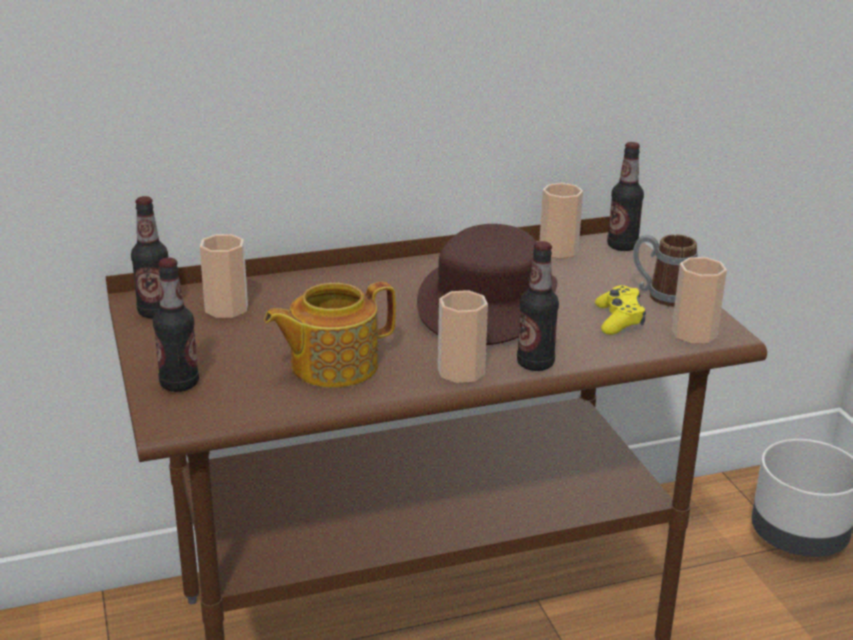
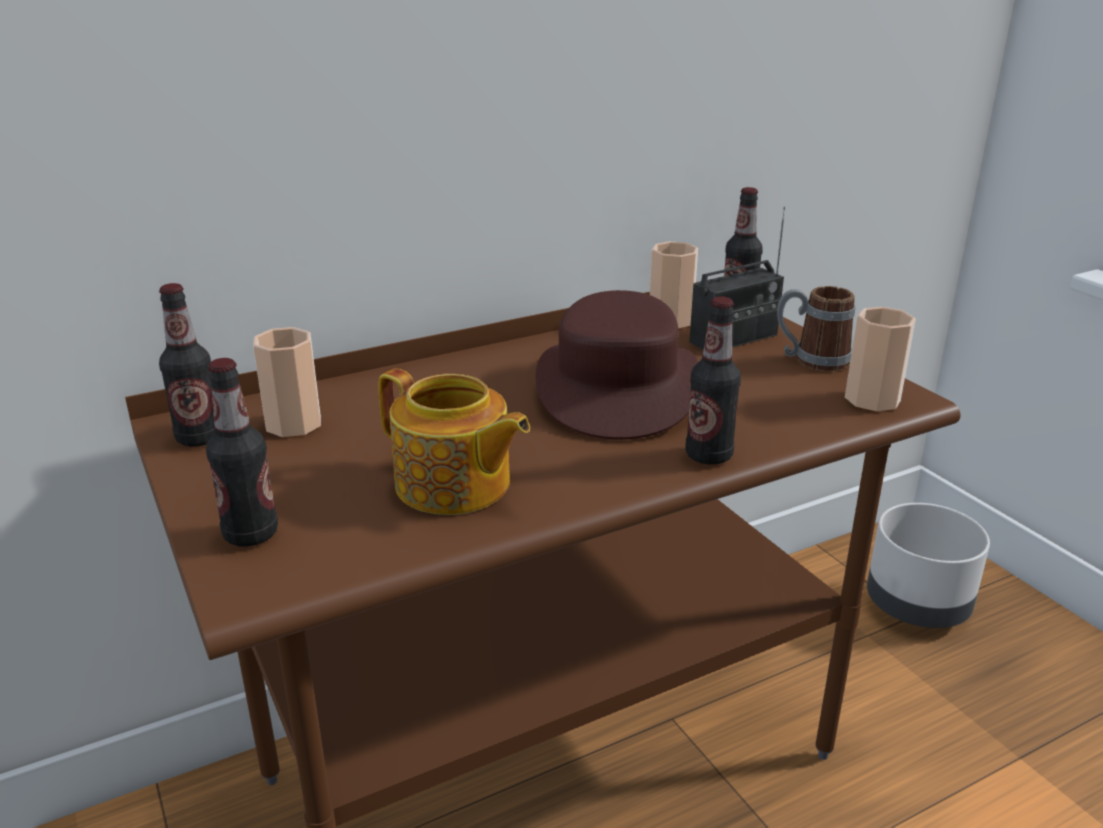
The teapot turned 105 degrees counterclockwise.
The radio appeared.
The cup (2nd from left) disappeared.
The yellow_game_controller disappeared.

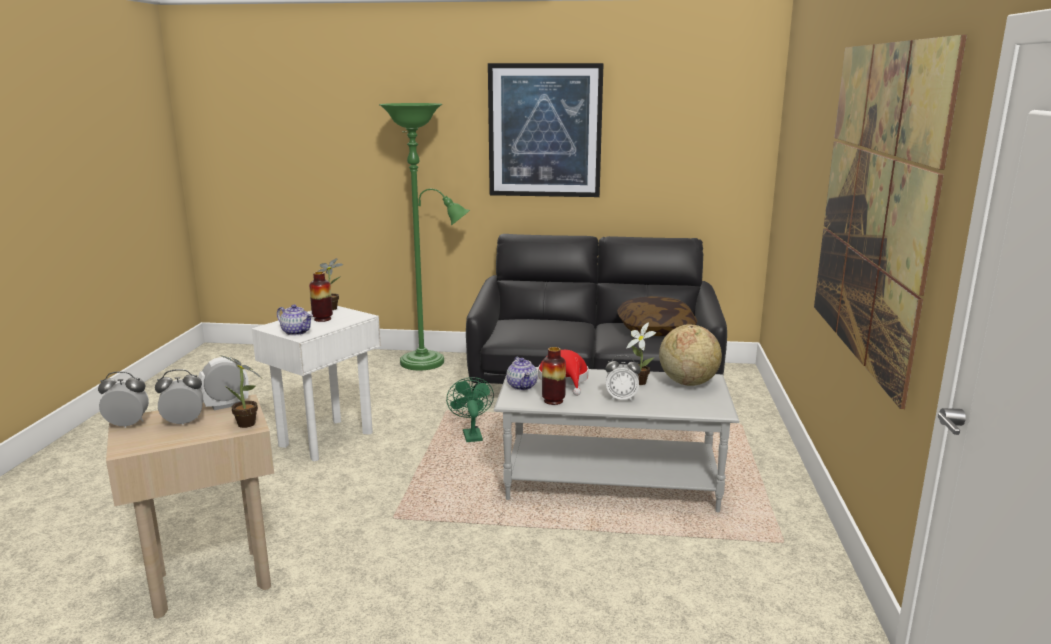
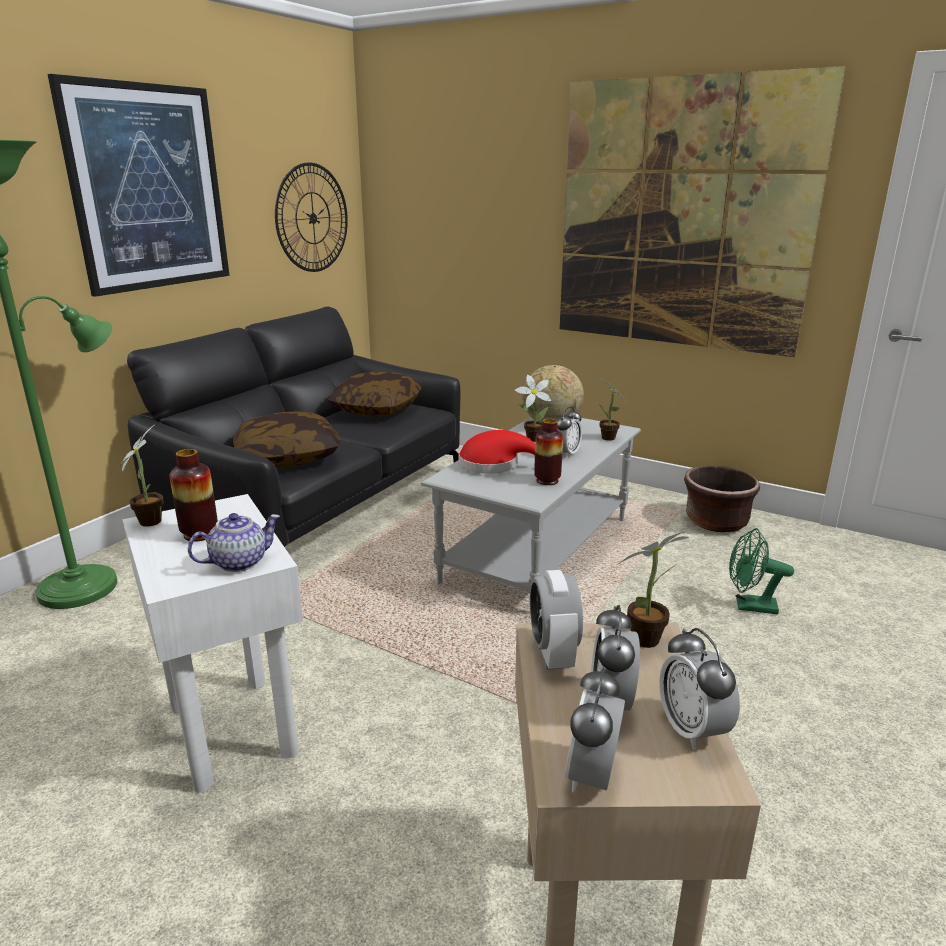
The pillow (1st from left) appeared.
The wall_clock appeared.
The potted_plant (3rd from left) appeared.
The alarm_clock (5th from left) appeared.
The brown_planter appeared.
The green_fan moved.
The teapot (2nd from left) disappeared.

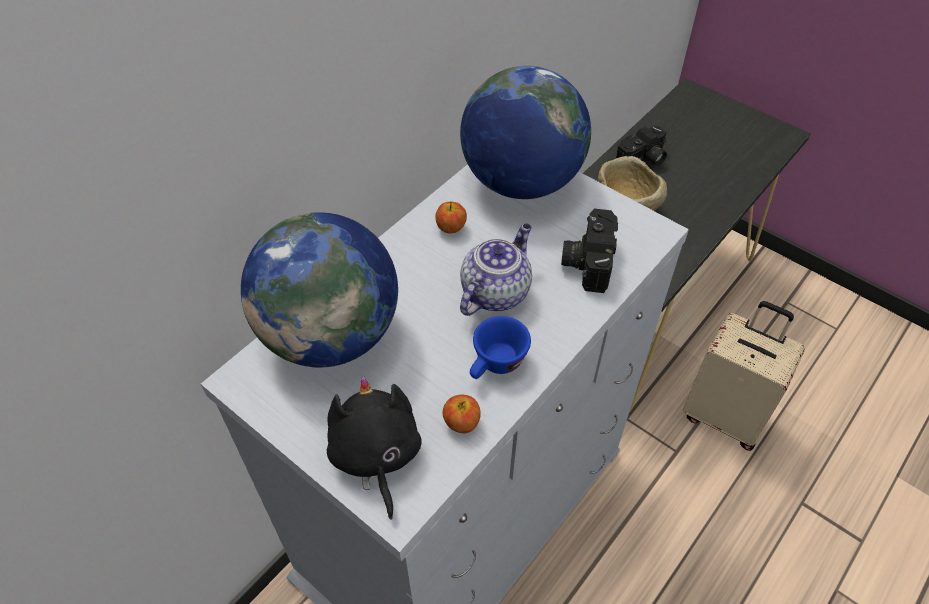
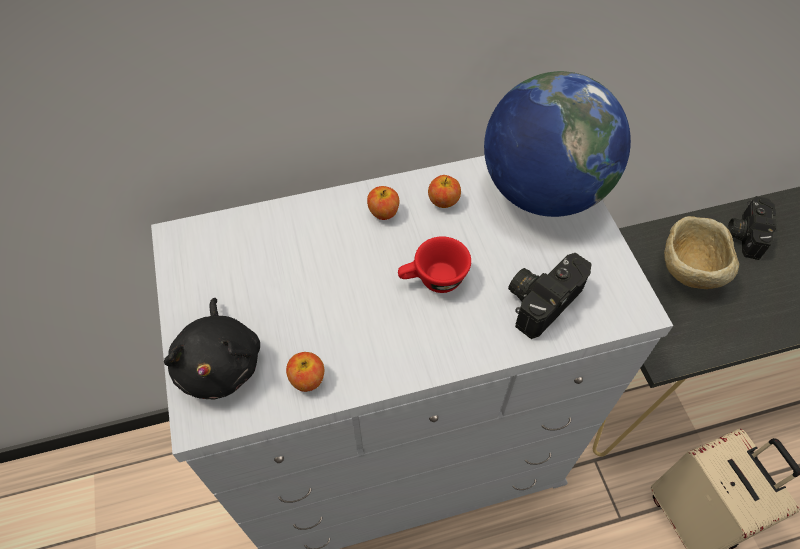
The black_plush_toy turned 150 degrees clockwise.
The apple (2nd from left) appeared.
The teapot was replaced by the red_cup.
The photo_camera (2nd from left) turned 105 degrees clockwise.
The globe (1st from left) disappeared.
The blue_cup disappeared.

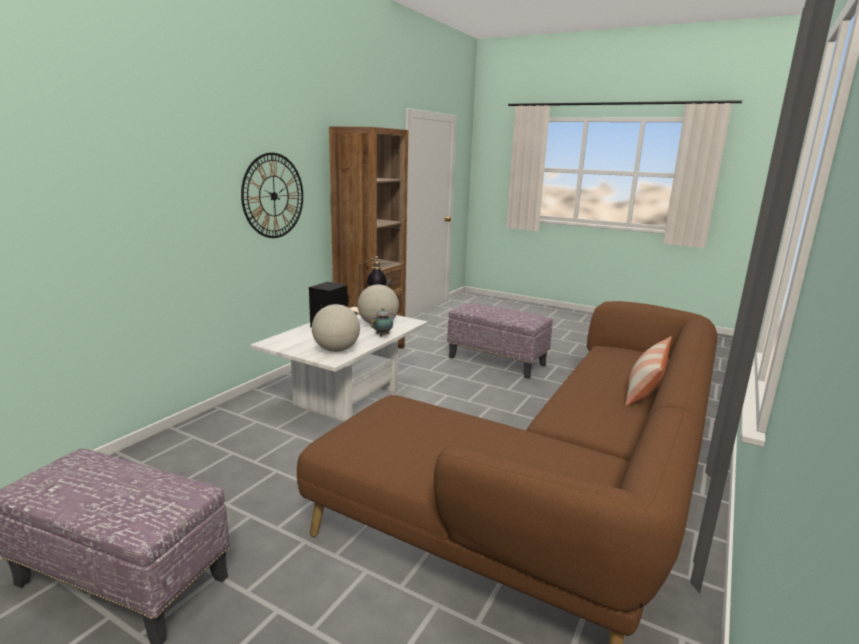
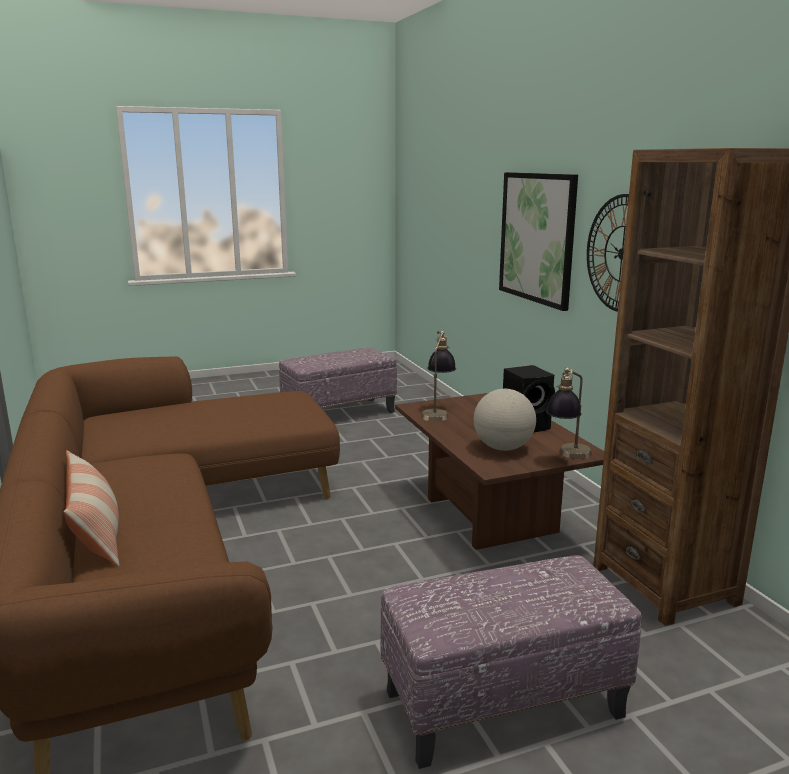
The white_coffee_table became the brown_coffee_table.
The globe (1st from left) was replaced by the table_lamp (1st from left).
The picture appeared.
The teapot disappeared.

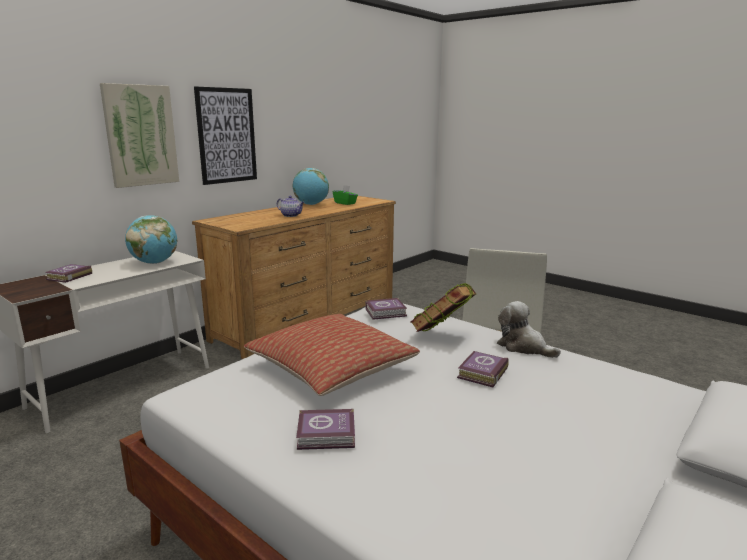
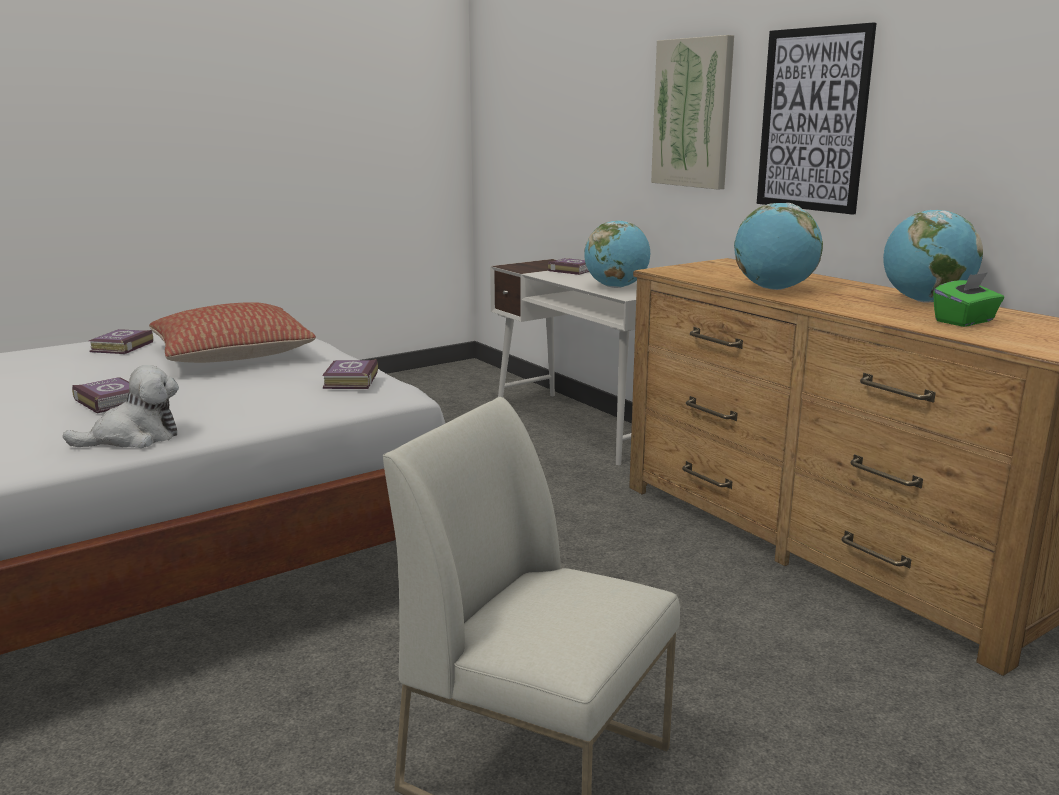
The teapot was replaced by the globe (2nd from left).
The book (4th from left) disappeared.

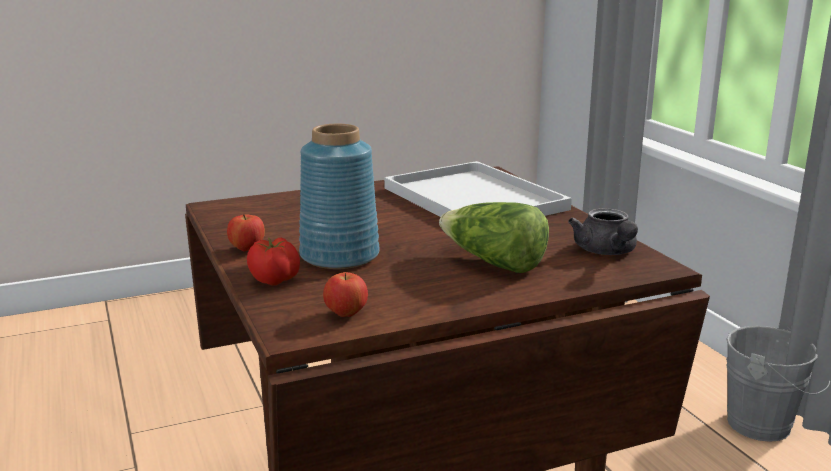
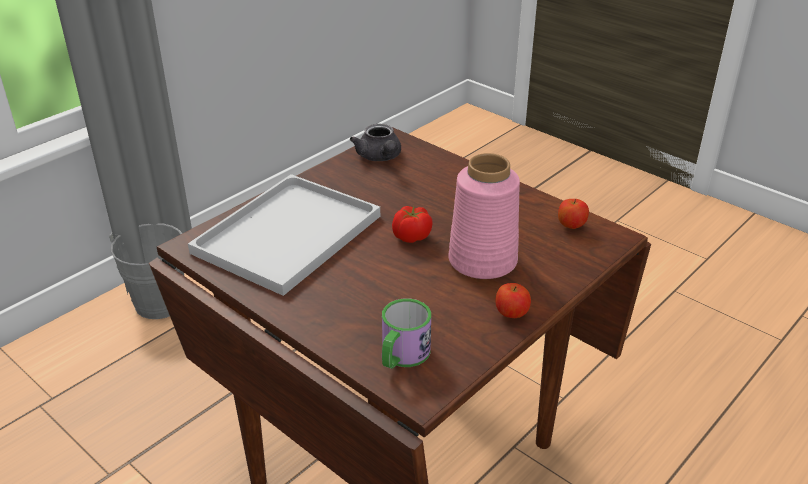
The grey_teapot turned 105 degrees clockwise.
The mug appeared.
The tomato moved.
The blue_vase became the pink_vase.
The lettuce disappeared.

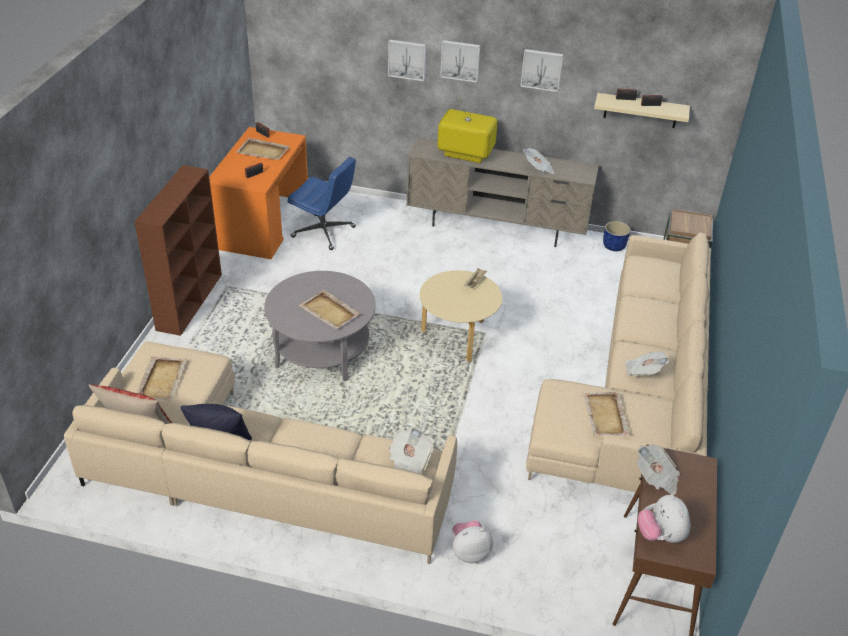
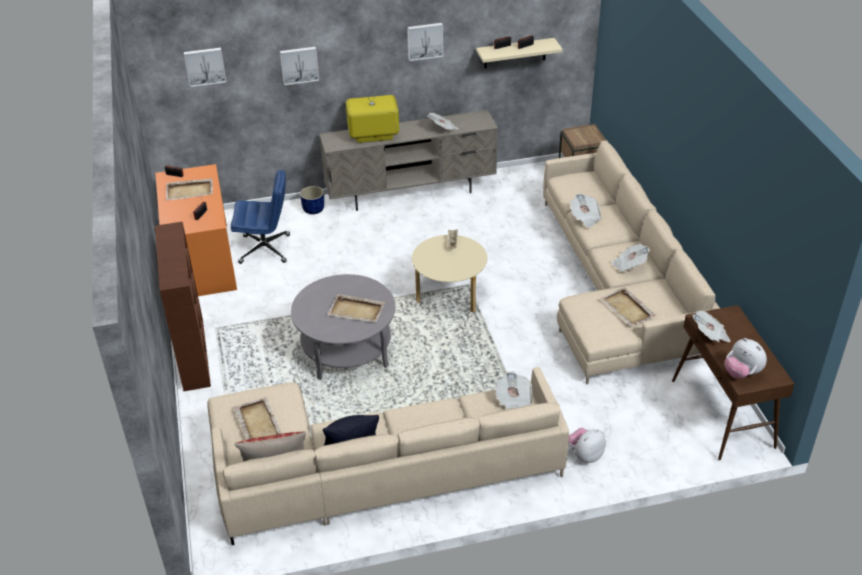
The picture (2nd from left in the first image) moved.
The blue_planter moved.
The newspaper (3rd from left) appeared.

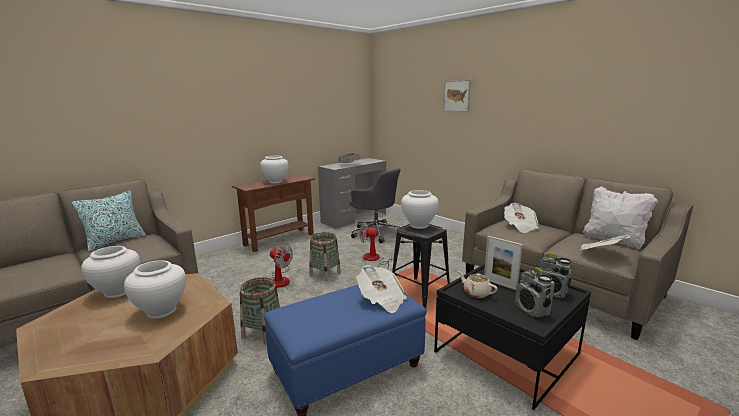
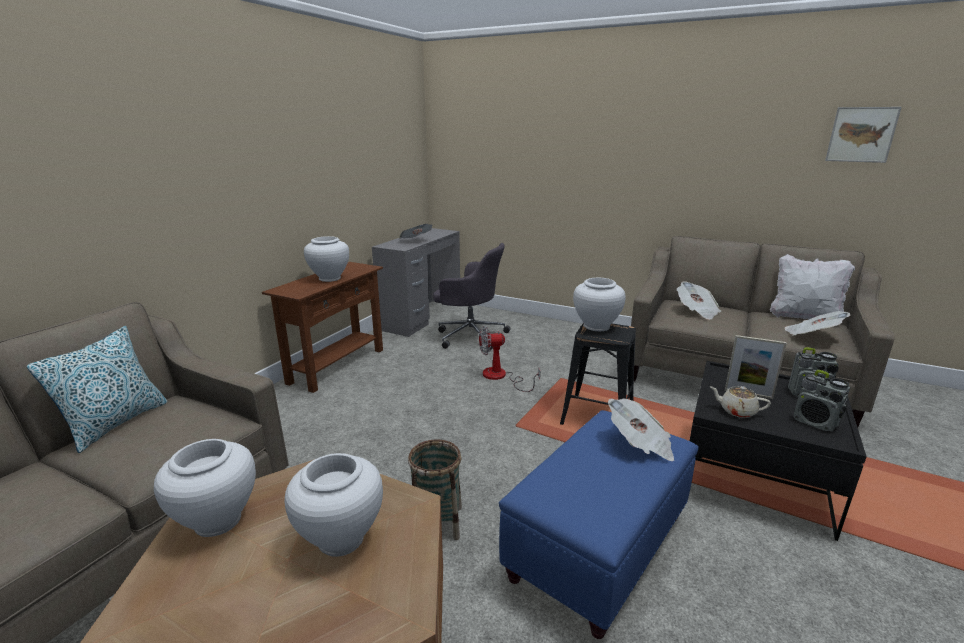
The picture moved.
The fan (1st from left) disappeared.
The basket (2nd from left) disappeared.

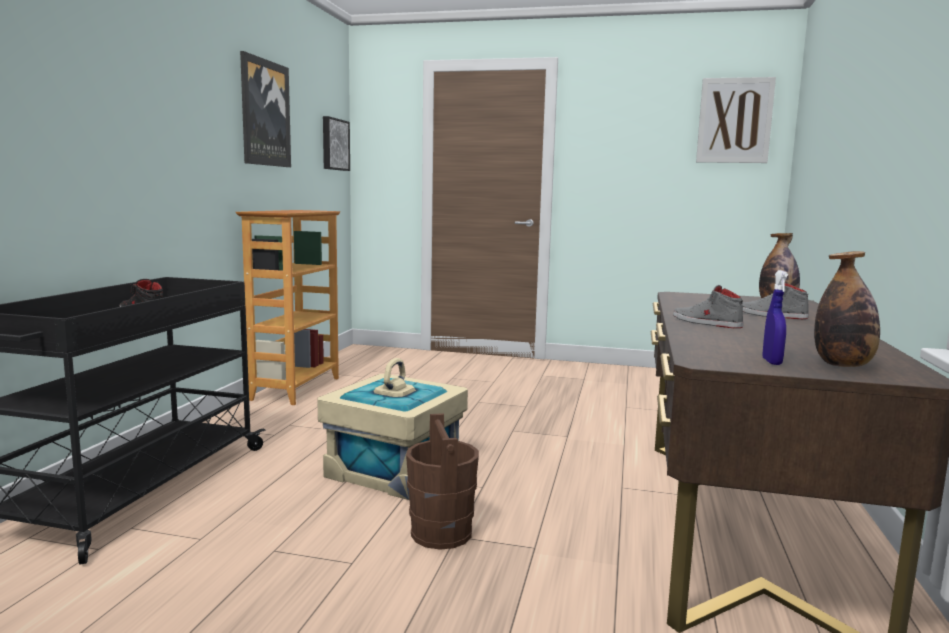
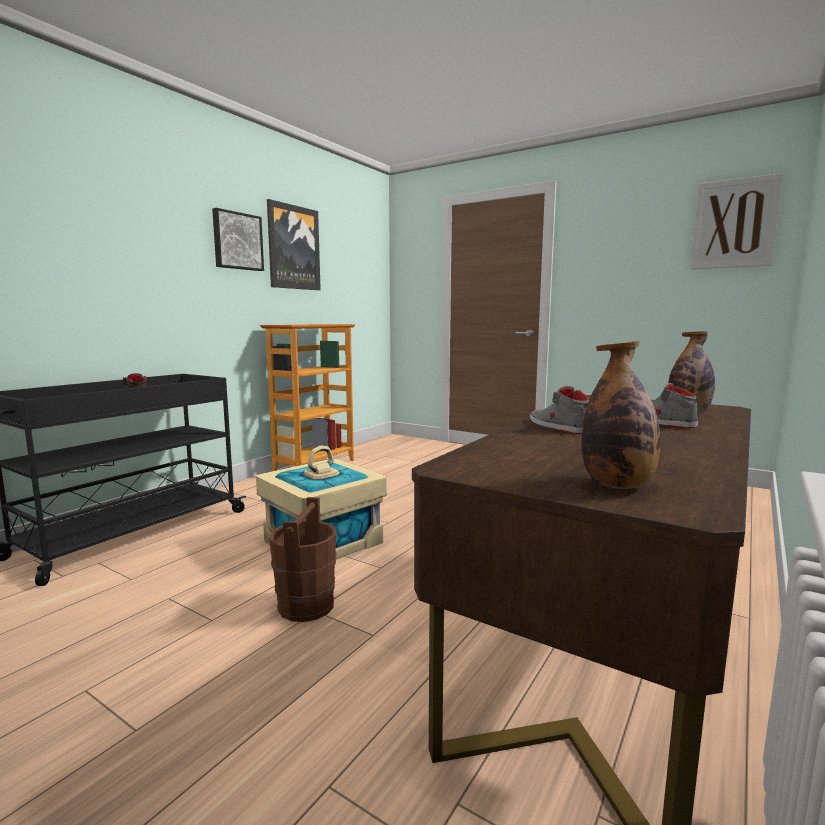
The picture (2nd from left in the first image) moved.
The blue_spray_bottle disappeared.

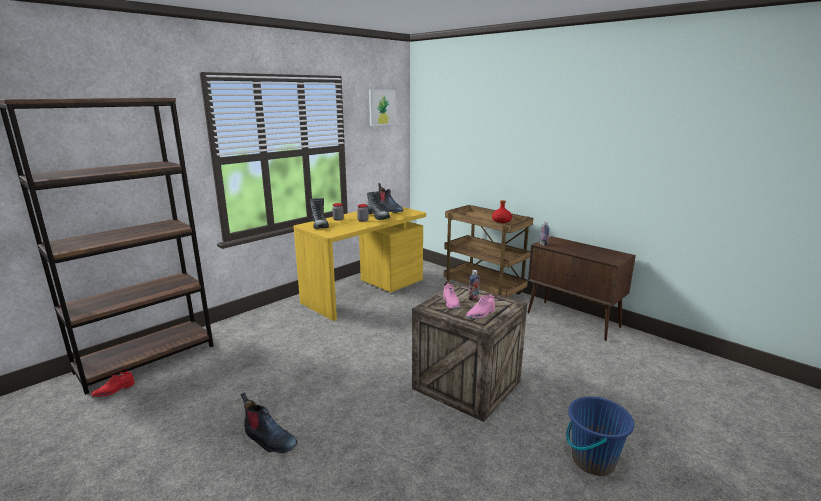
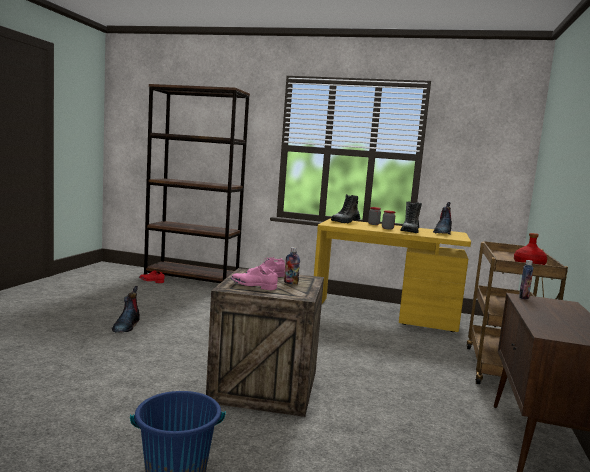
The picture disappeared.

